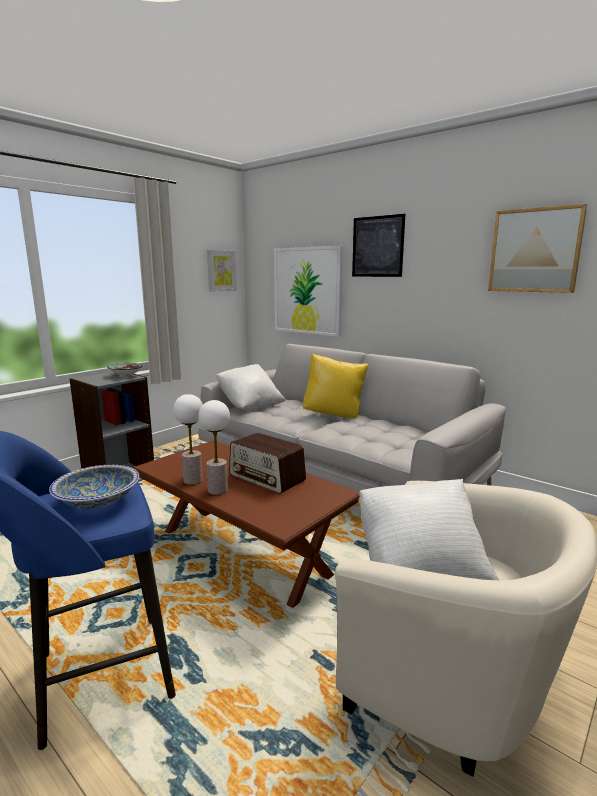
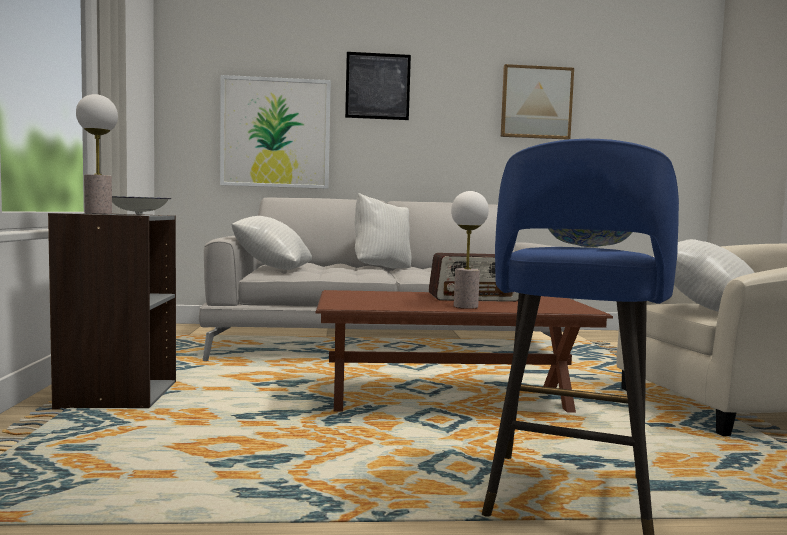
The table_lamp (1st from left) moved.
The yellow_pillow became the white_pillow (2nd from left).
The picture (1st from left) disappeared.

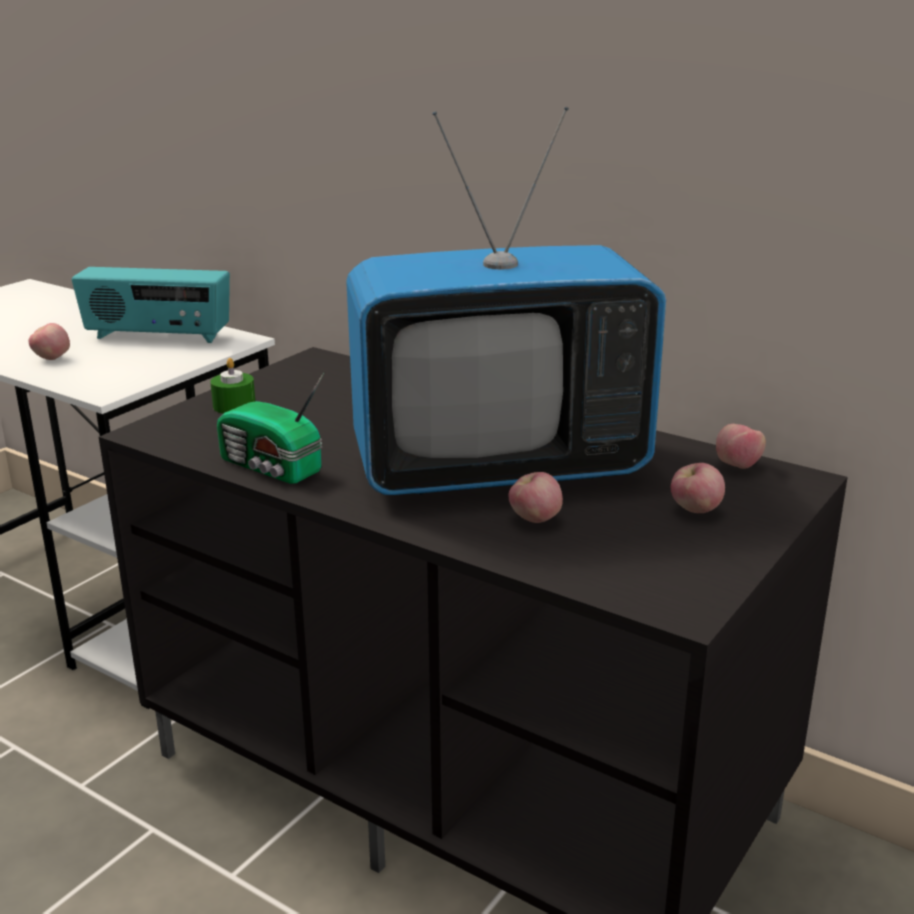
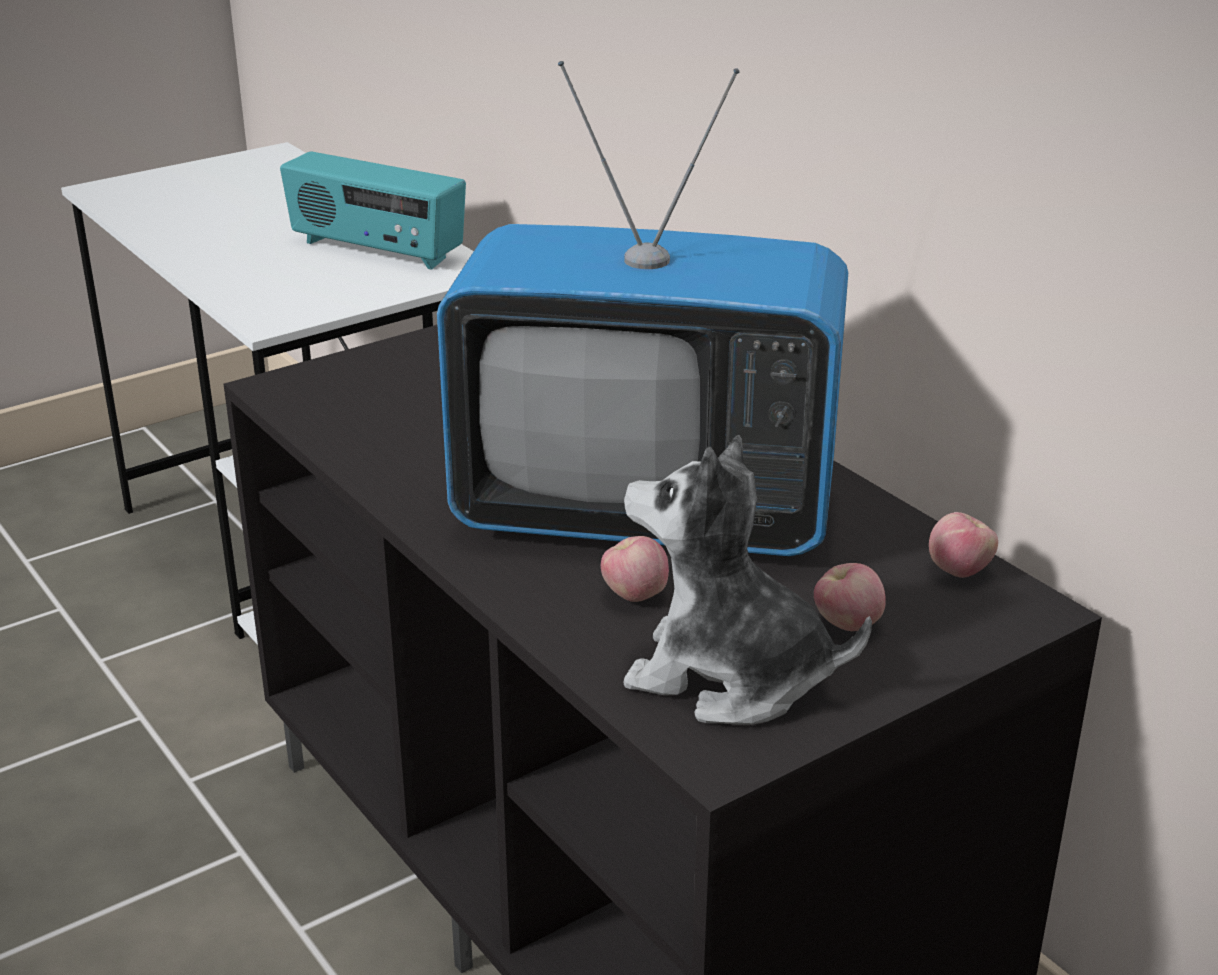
The plush_toy appeared.
The apple (1st from left) disappeared.
The green_candle disappeared.
The radio (2nd from left) disappeared.

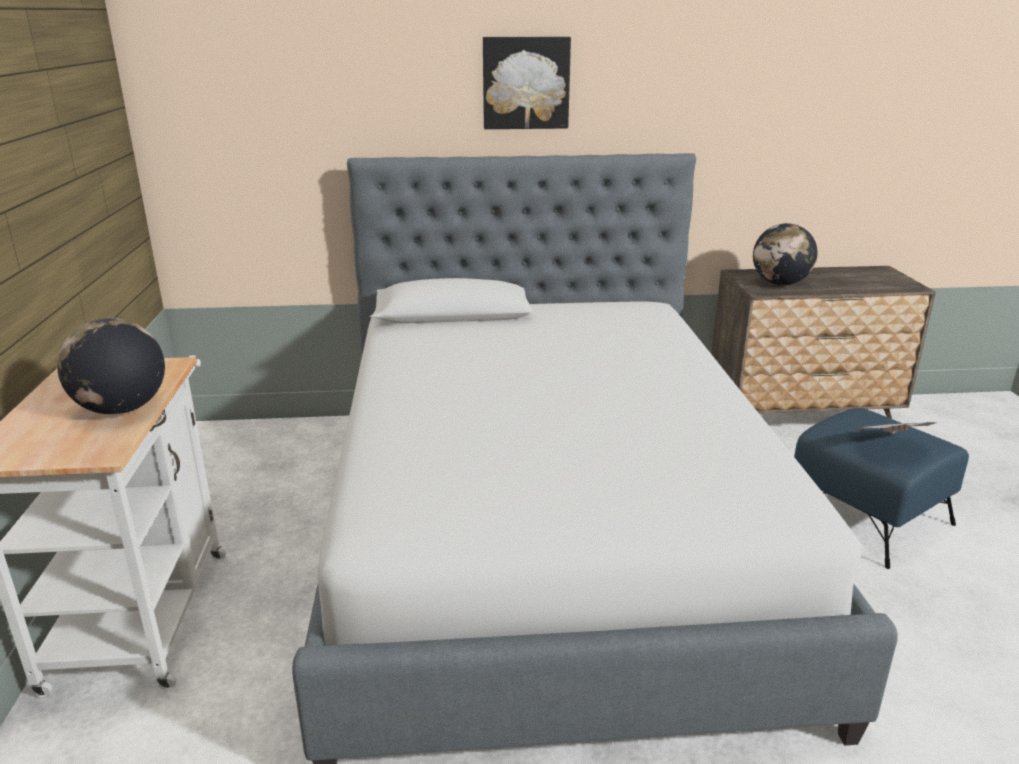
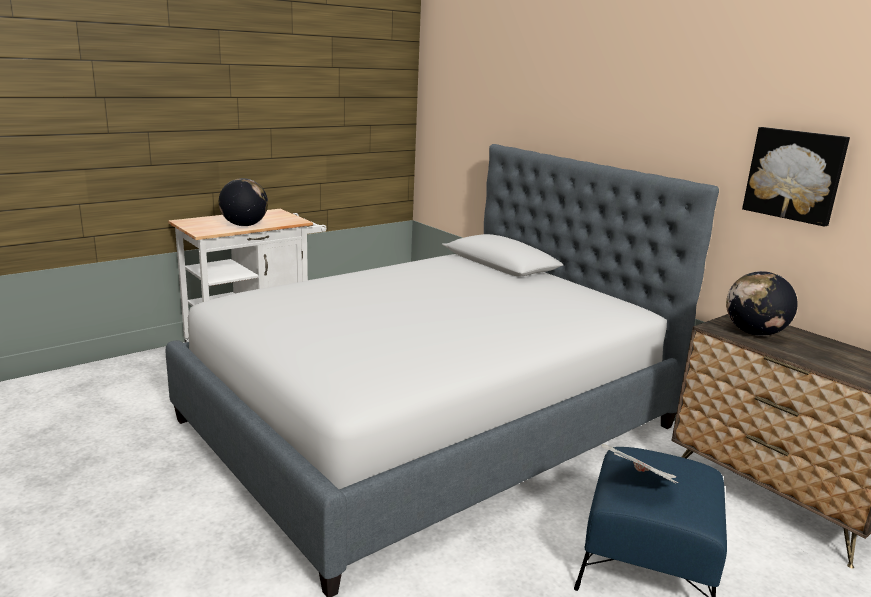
The picture moved.

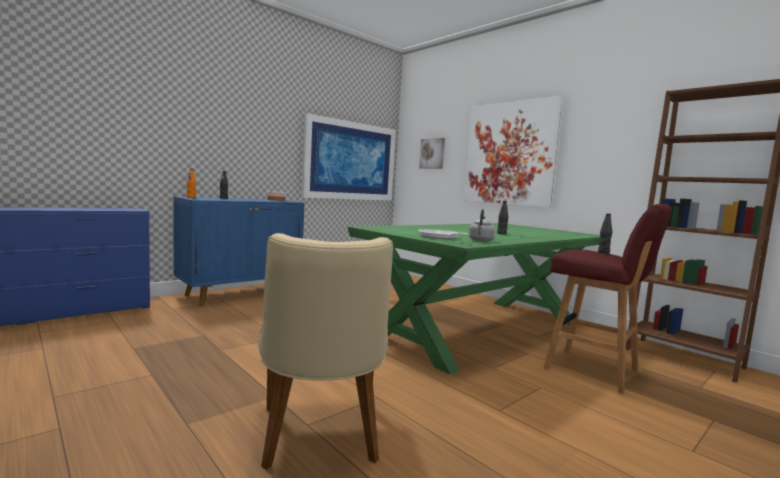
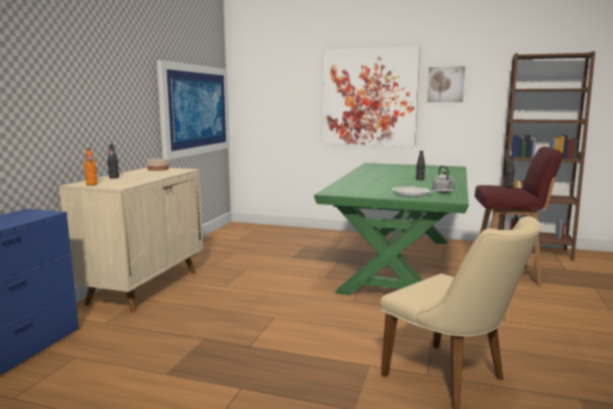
The blue_cabinet became the beige_cabinet.
The picture (2nd from left in the first image) moved.

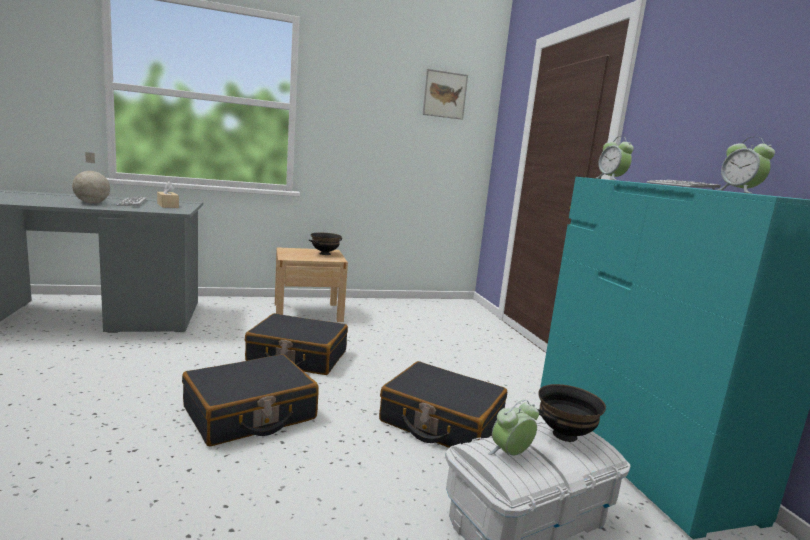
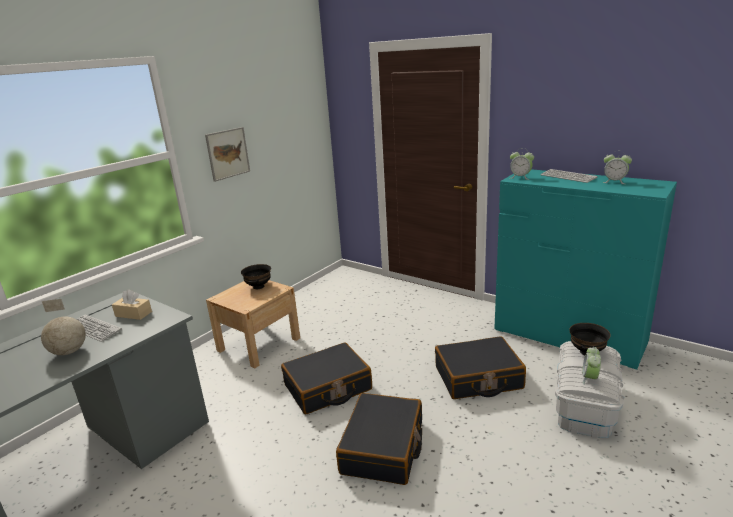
The picture moved.

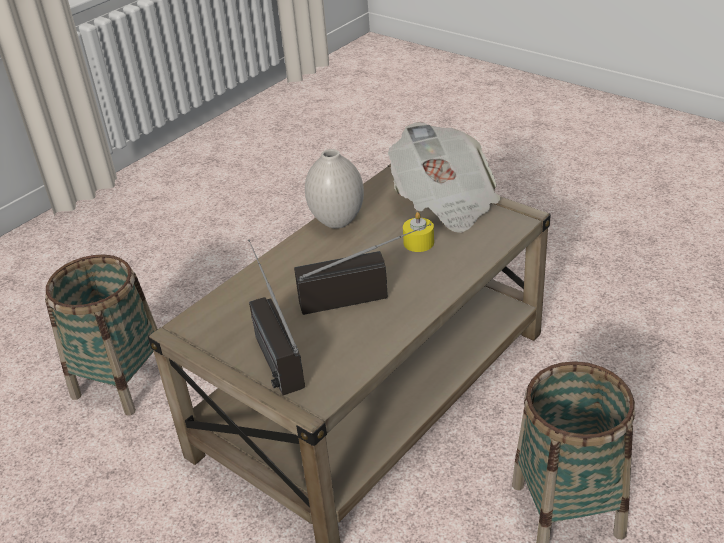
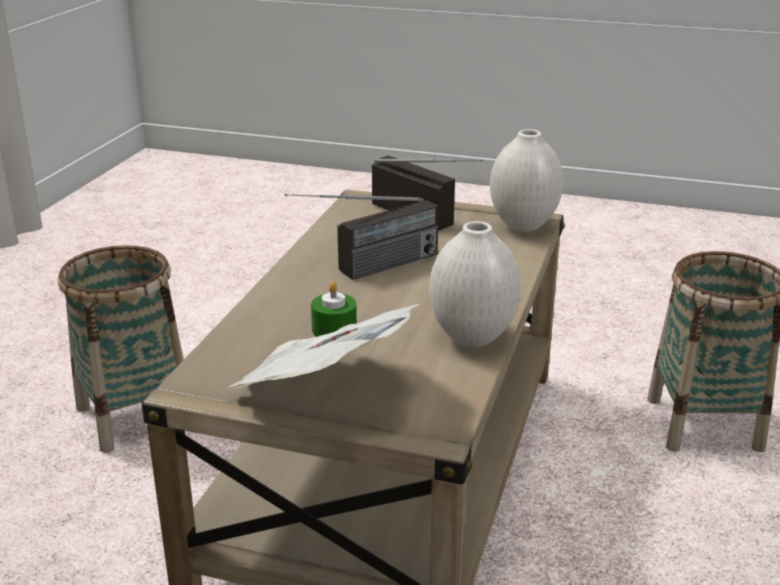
The yellow_candle became the green_candle.
The white_vase (2nd from left) appeared.

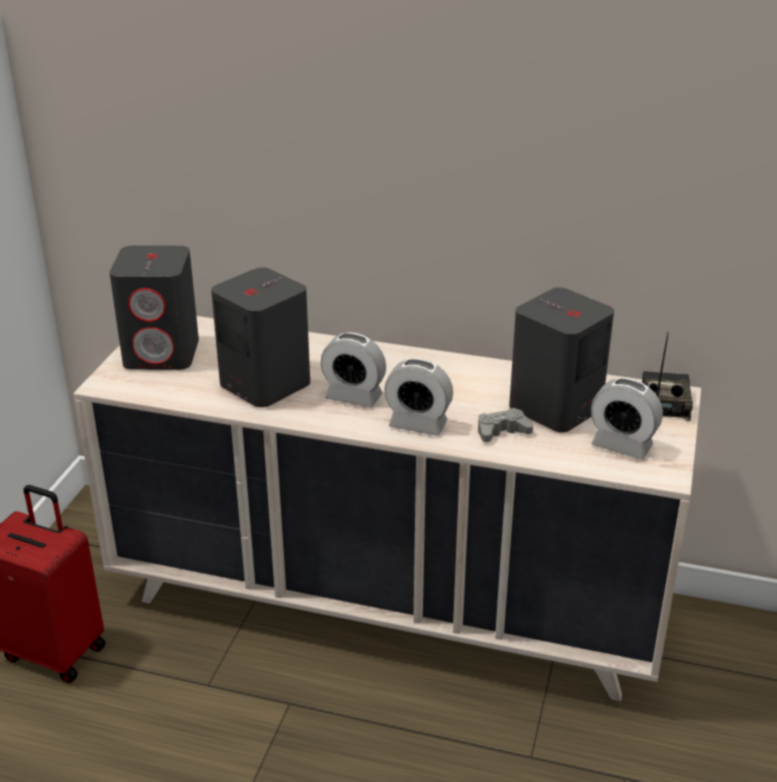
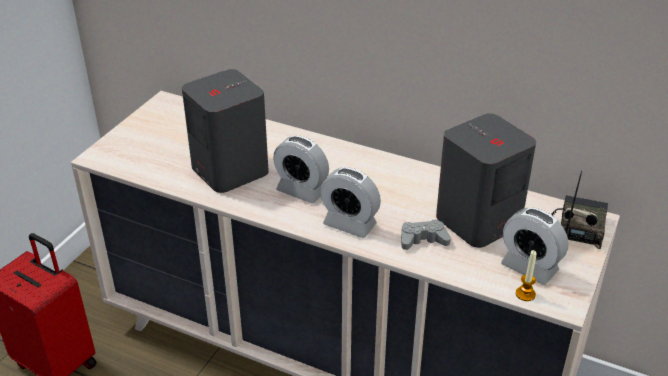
The candle appeared.
The grey_speaker (1st from left) disappeared.

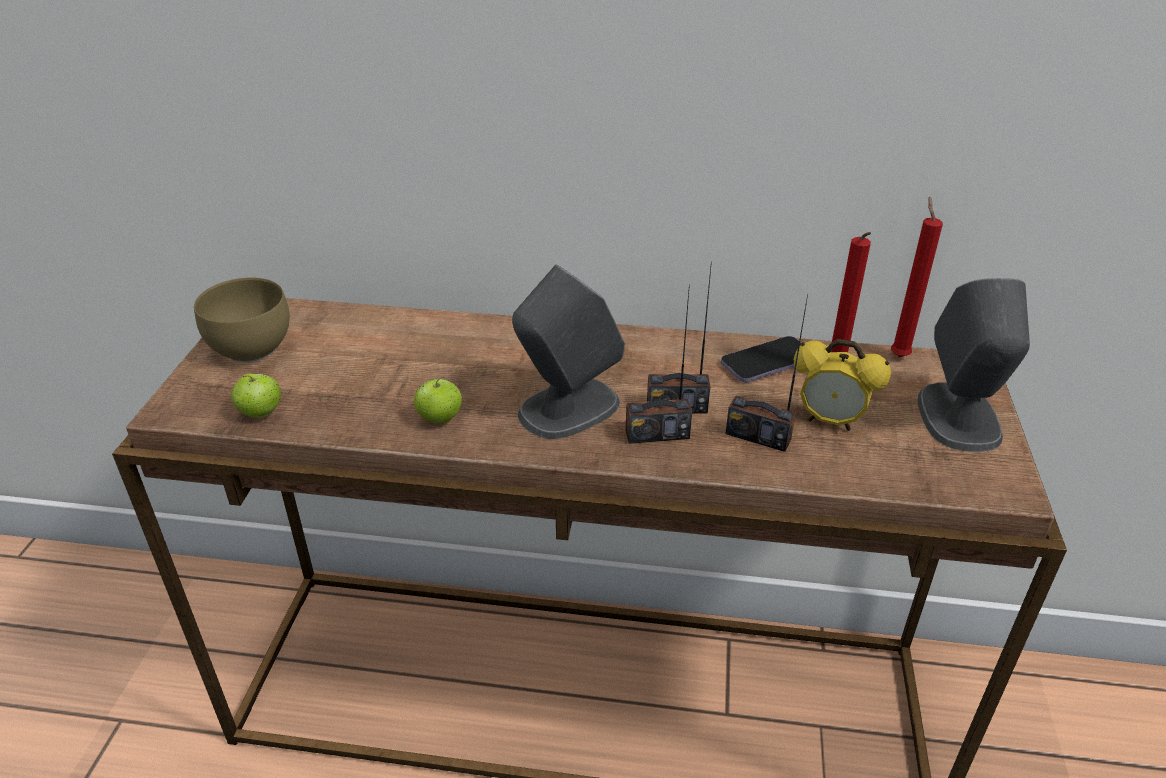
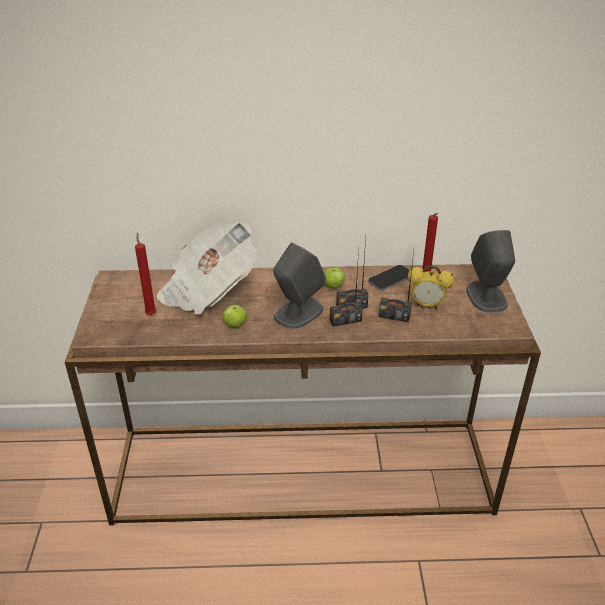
The red_candle (2nd from left in the first image) moved.
The newspaper appeared.
The apple (1st from left in the first image) moved.
The brown_bowl disappeared.

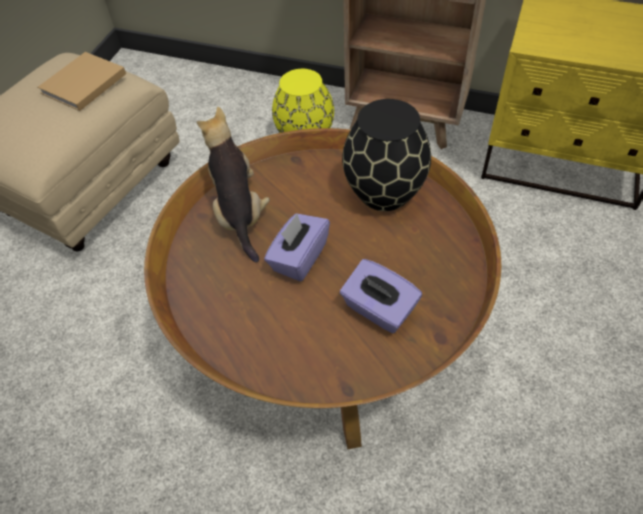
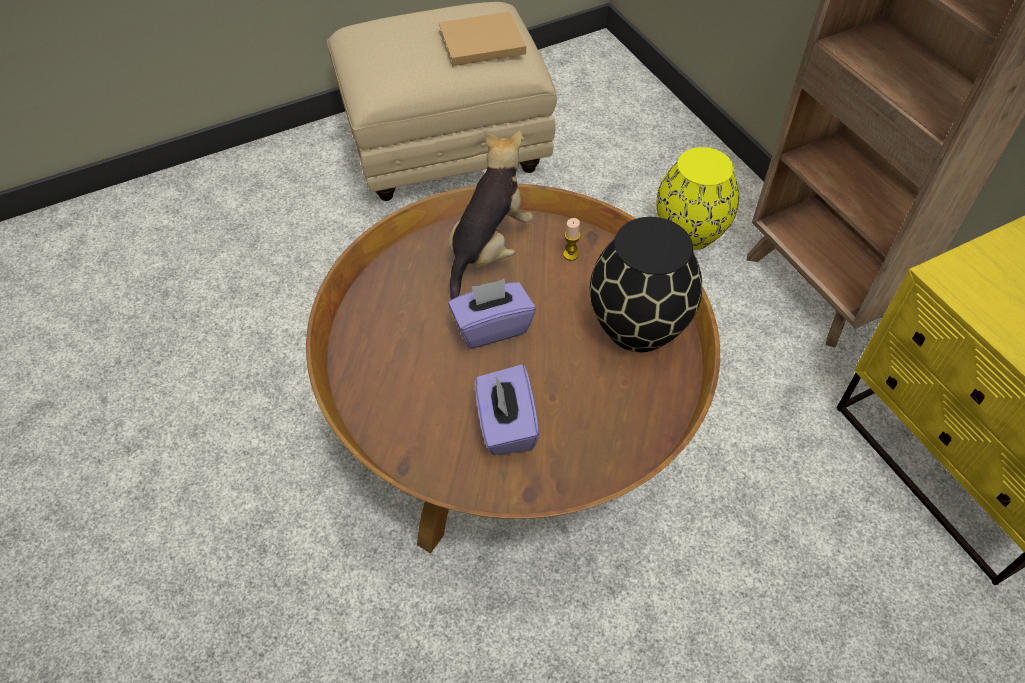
The candle appeared.

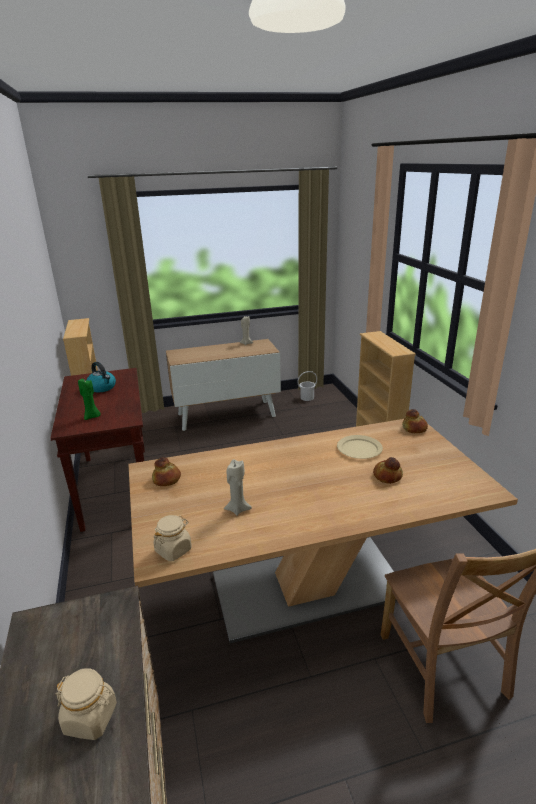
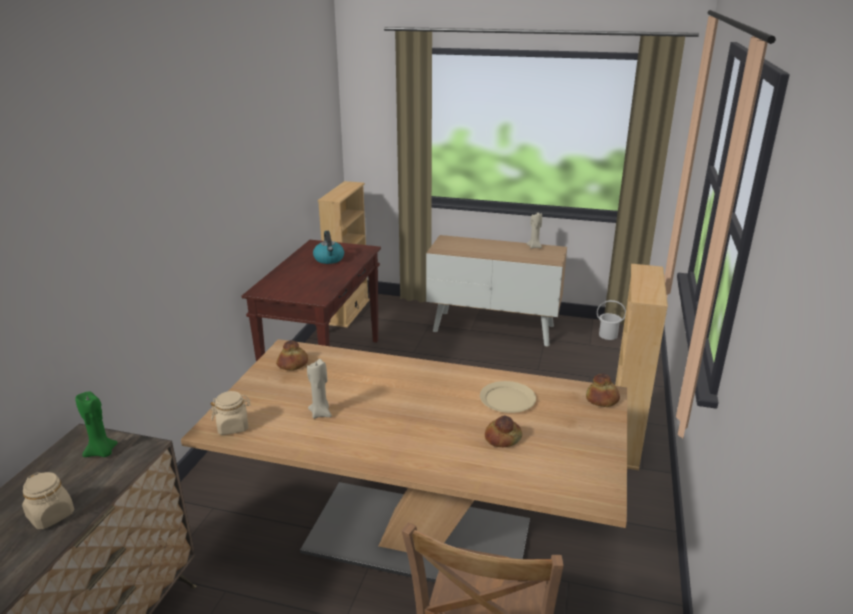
The green_candle moved.

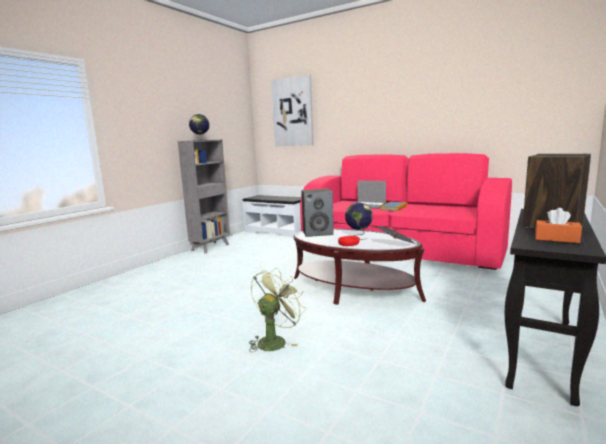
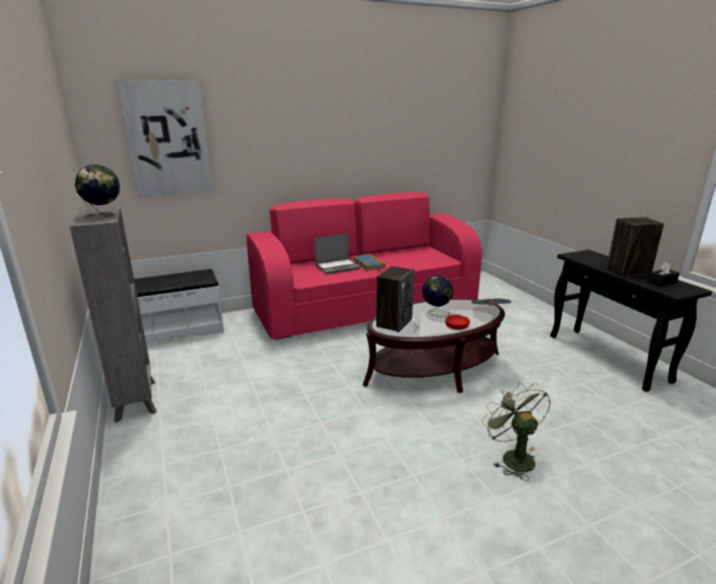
The orange_tissue_box became the black_tissue_box.

